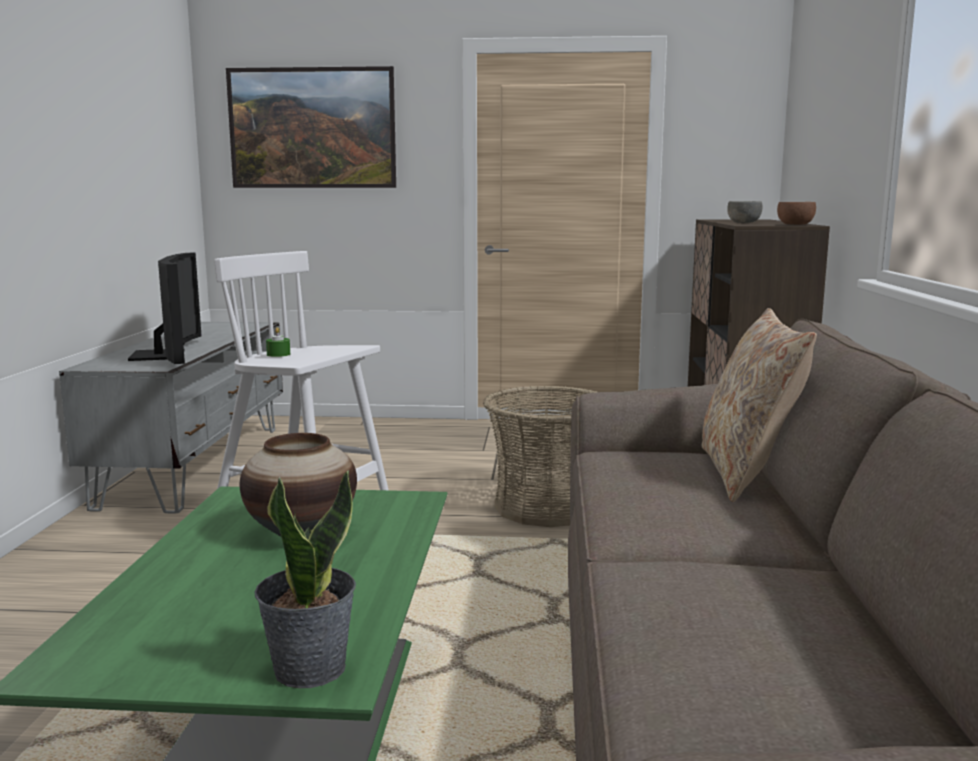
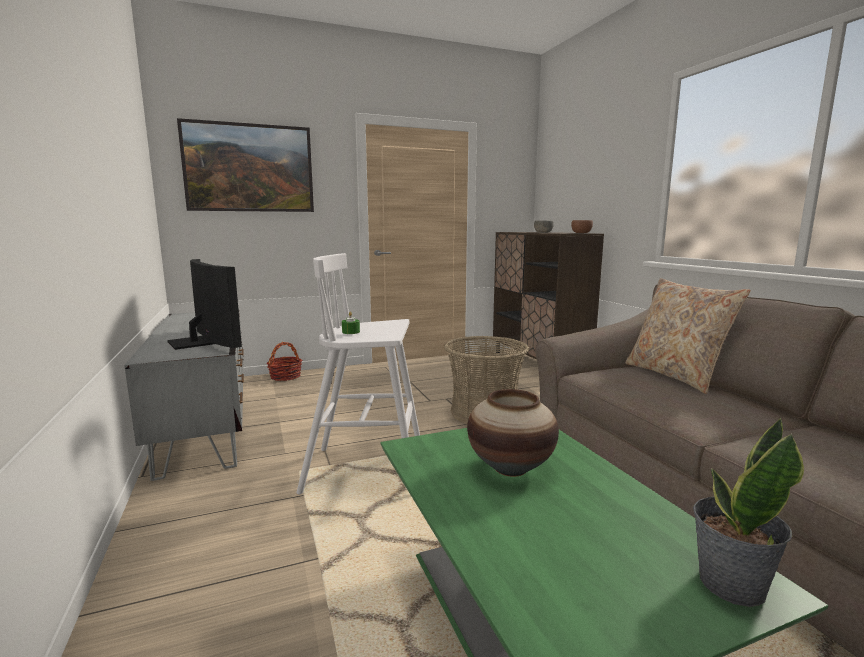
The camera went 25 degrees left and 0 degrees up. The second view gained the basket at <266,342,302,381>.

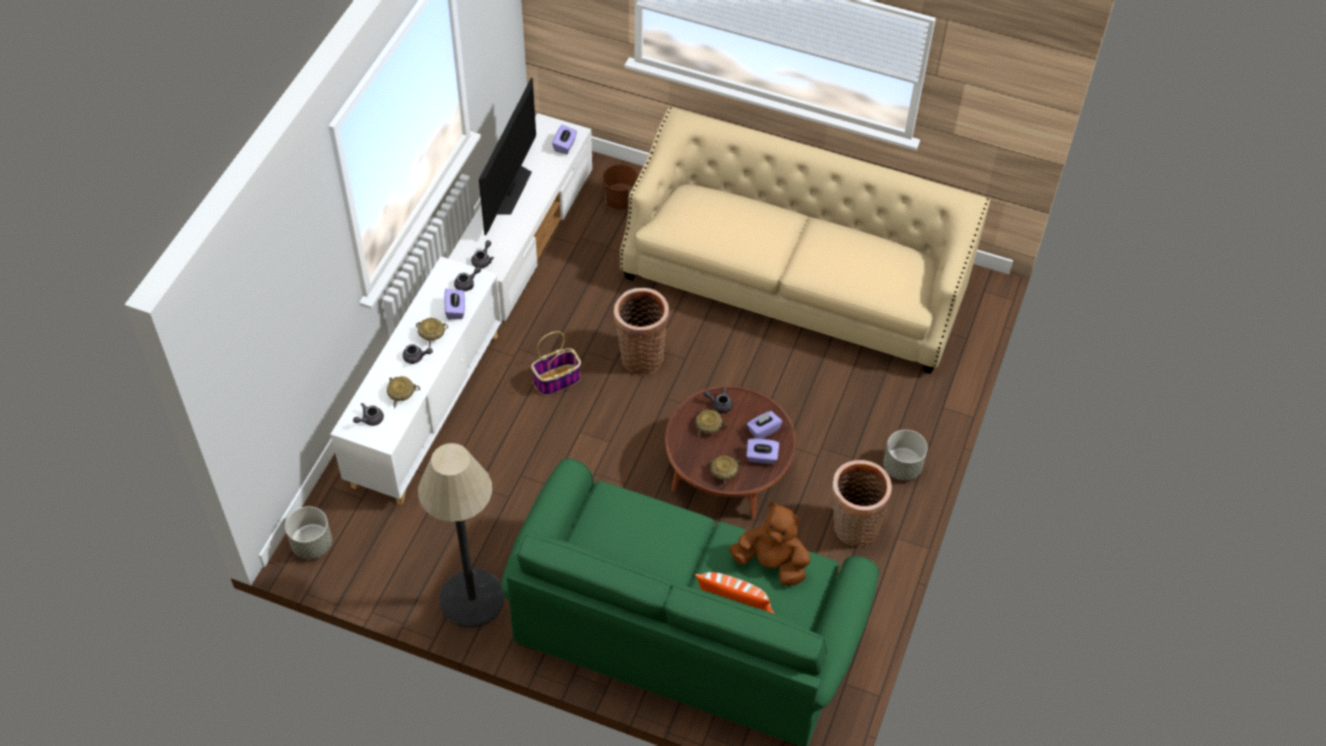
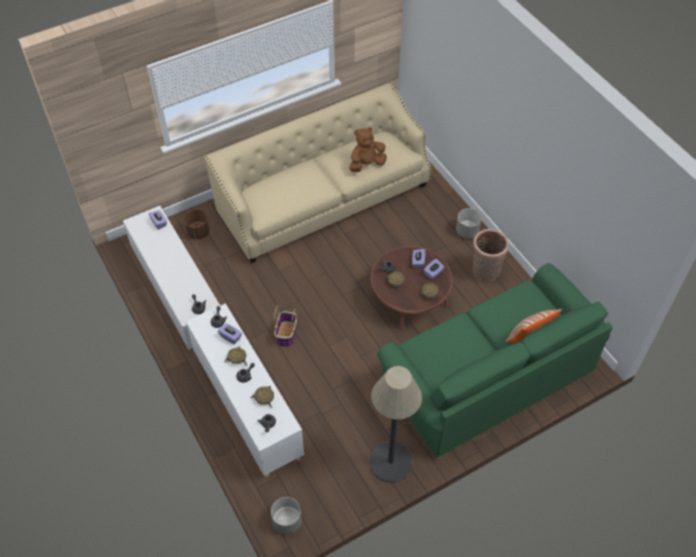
The camera went 50 degrees left and 0 degrees up. The second view lost the television at <479,78,536,235>. The second view lost the basket at <614,288,669,375>. The brown plush toy ended up elsewhere, having gone from <729,503,810,586> to <349,127,387,172>.

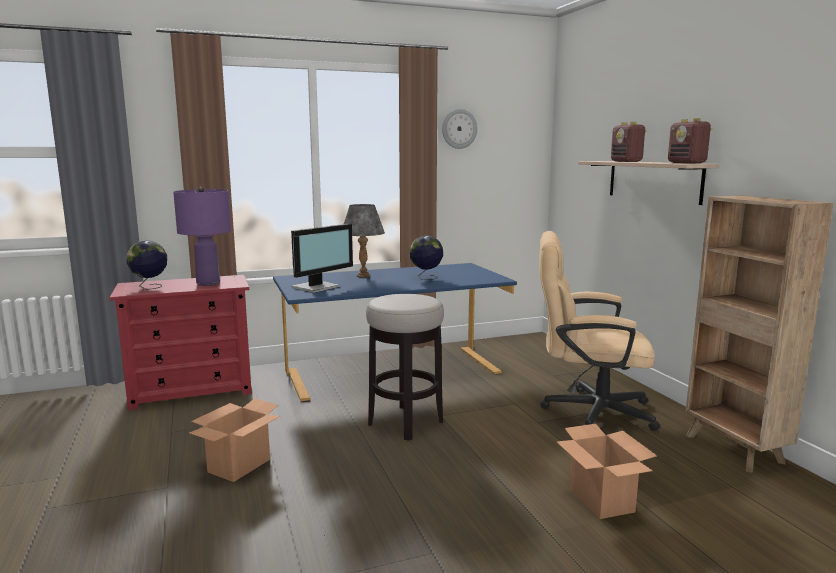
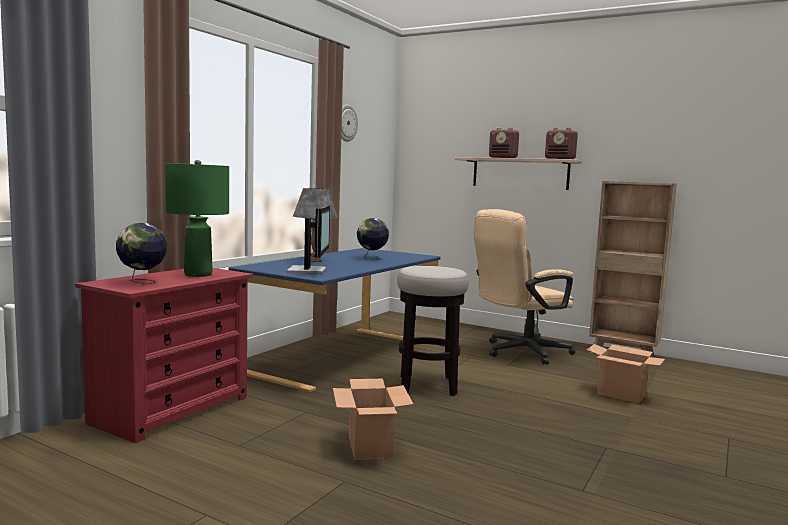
The camera went 40 degrees left and 5 degrees down. What was the purple table lamp at <173,187,231,286> turned into the green table lamp at <165,160,229,277>.

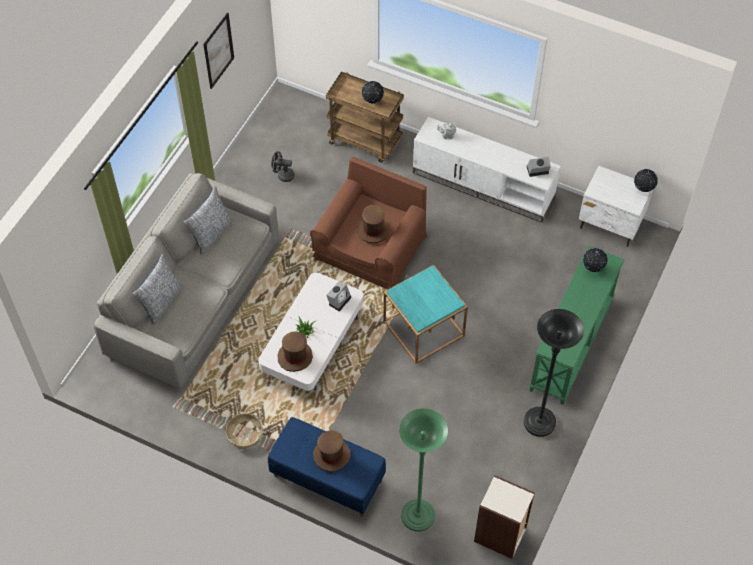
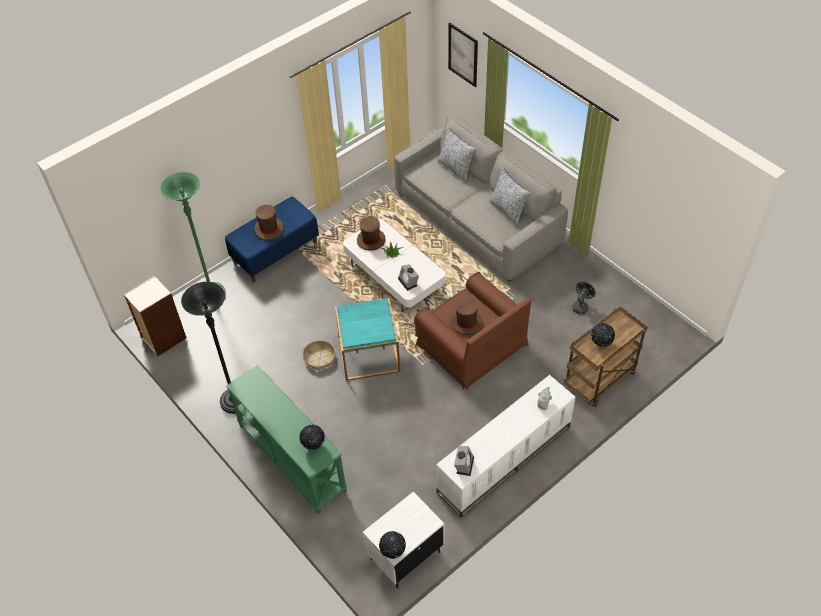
The camera went 115 degrees right and 5 degrees down. The picture ended up elsewhere, having gone from <203,13,234,89> to <448,22,478,87>. The basket ended up elsewhere, having gone from <226,413,263,449> to <303,340,335,371>.

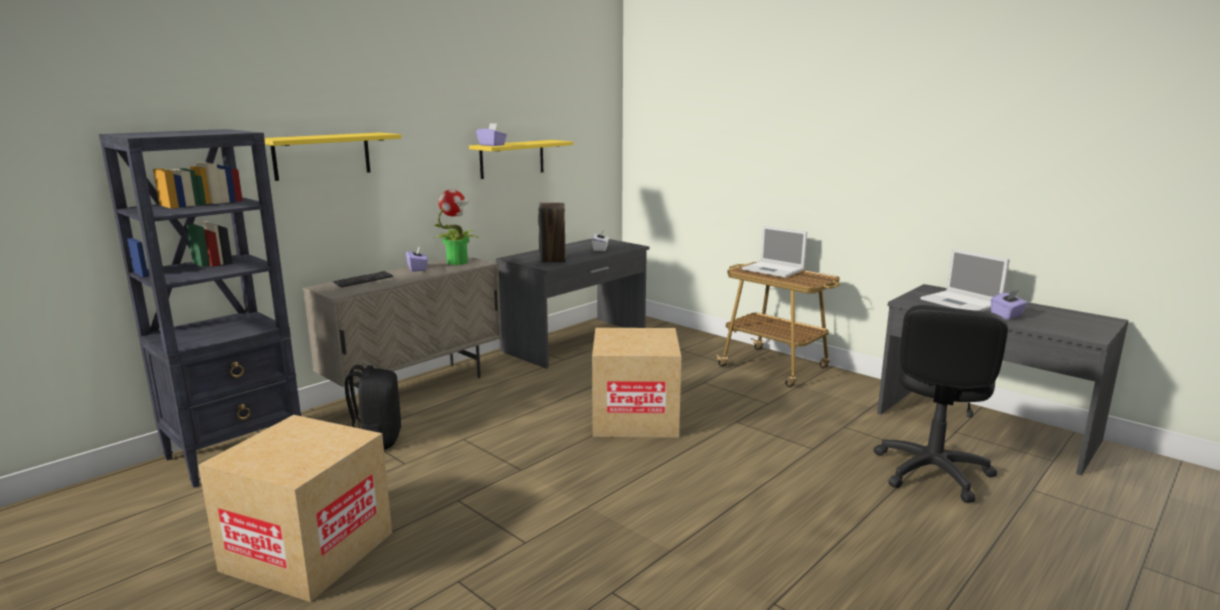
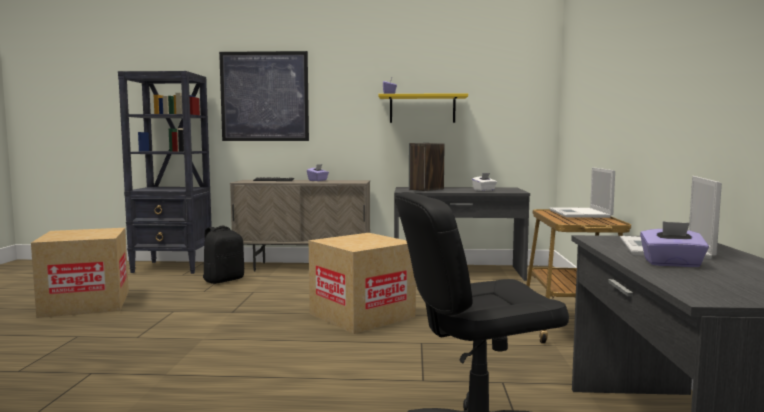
The camera went 50 degrees right and 10 degrees down. Where the yellow shelf hung at <265,132,401,181>, the picture came to hang at <219,51,309,141>. The second view lost the potted plant at <433,190,479,265>.

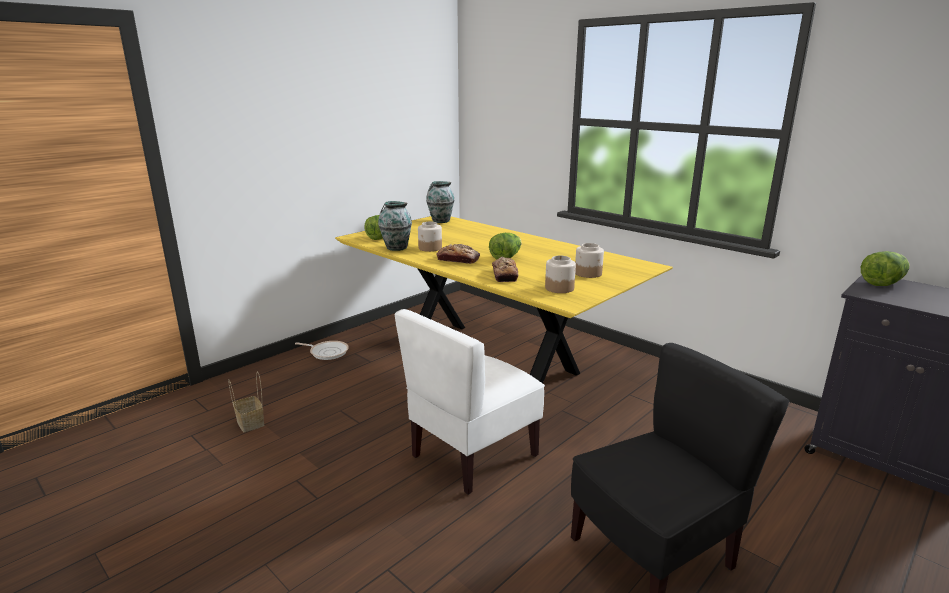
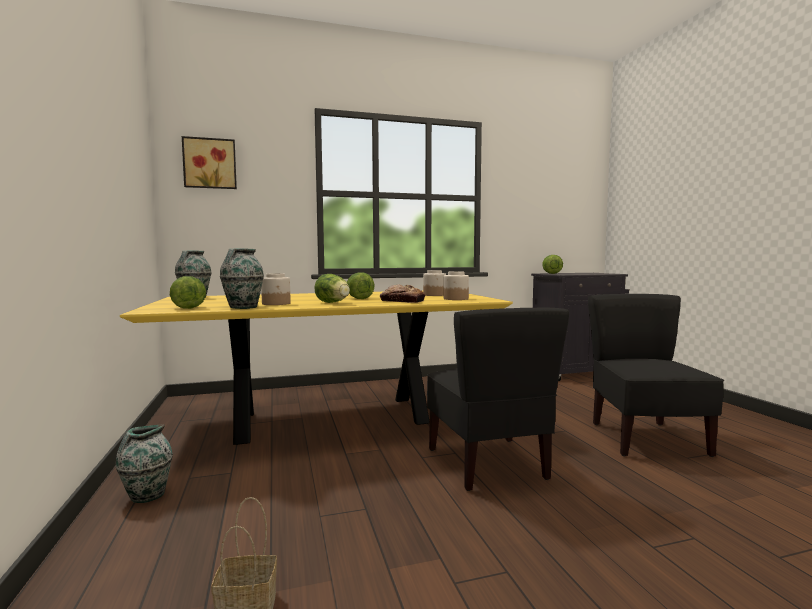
The camera went 60 degrees left and 15 degrees down. Where the bread stood at <436,244,480,264>, the lettuce came to stand at <314,274,350,303>. What was the white chair at <395,309,545,495> turned into the black chair at <427,308,569,491>. Where the frying pan stood at <295,341,349,360>, the vase came to stand at <116,424,173,503>. The second view gained the picture at <182,136,237,189>.

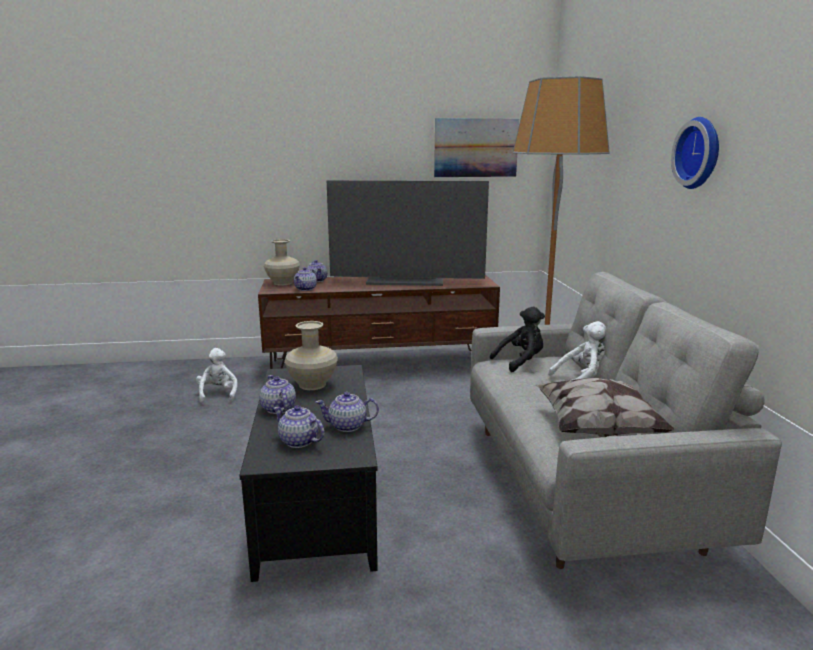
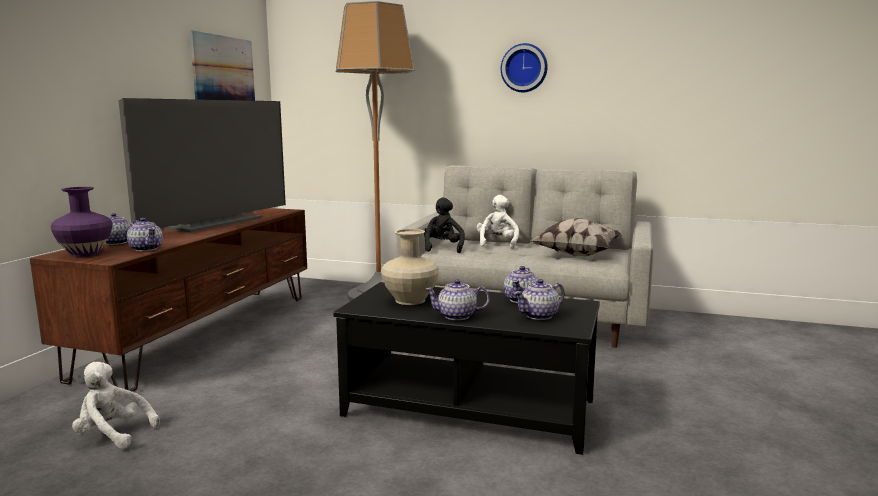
The camera went 65 degrees left and 5 degrees down. What was the beige vase at <264,239,300,285> turned into the purple vase at <51,187,113,257>.

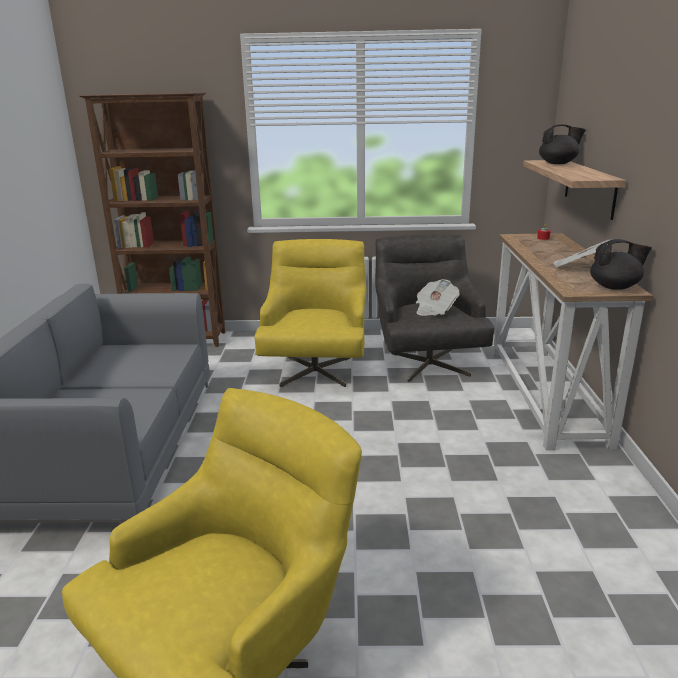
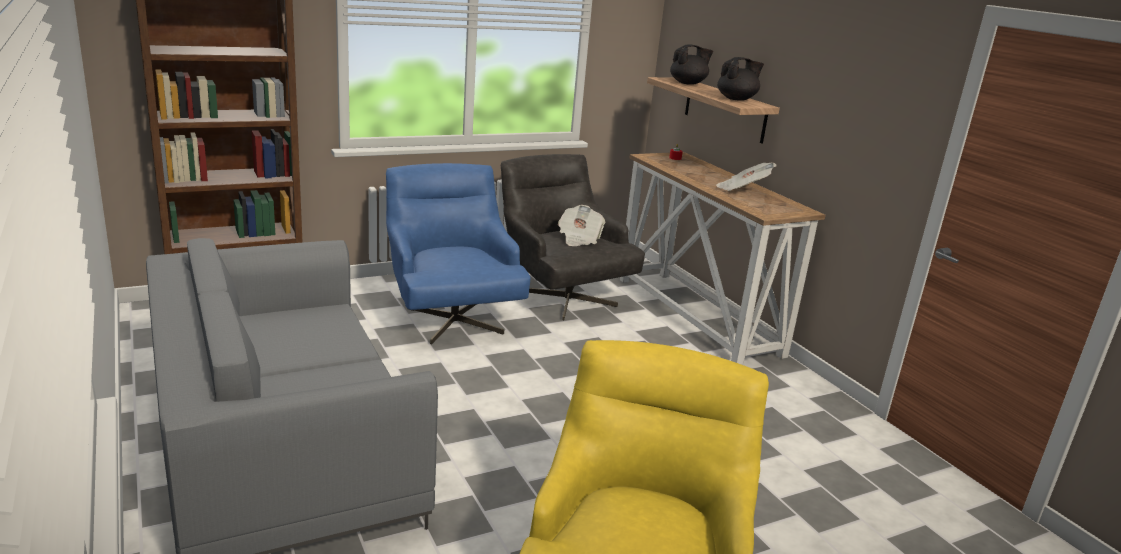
The camera went 30 degrees left and 0 degrees up. What was the yellow armchair at <255,239,367,387> turned into the blue armchair at <386,163,531,344>. The black teapot ended up elsewhere, having gone from <590,239,652,290> to <717,57,764,101>.

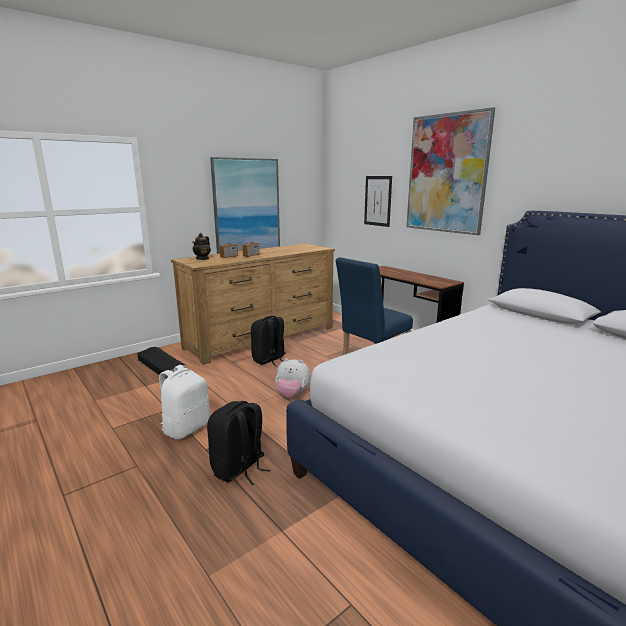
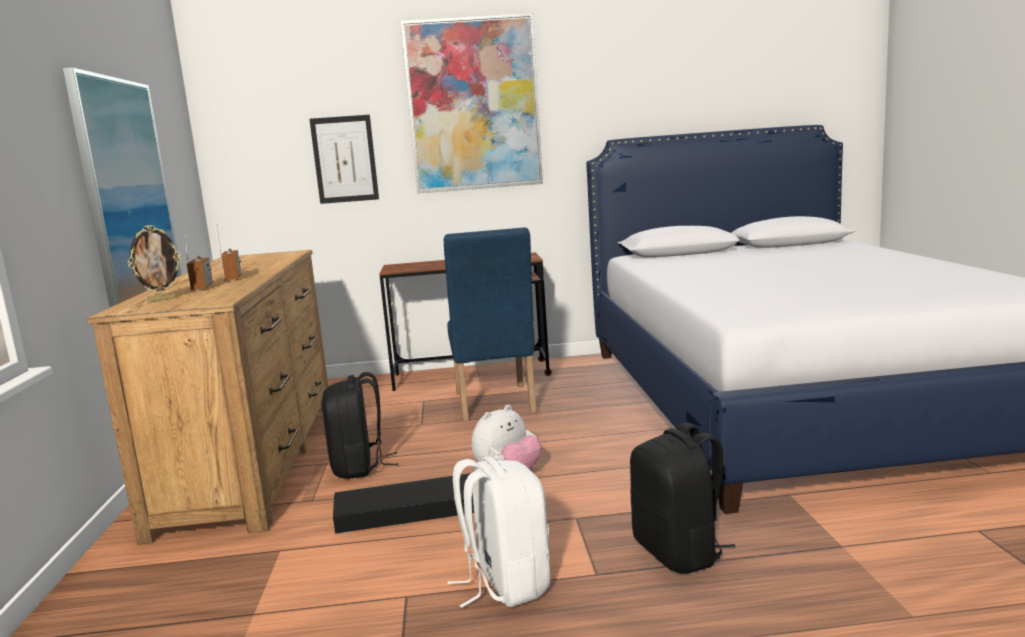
The camera went 55 degrees left and 5 degrees down. Where the teapot stood at <192,233,211,260>, the picture frame came to stand at <127,225,182,302>. The black storage box ended up elsewhere, having gone from <137,347,186,378> to <333,473,474,534>.

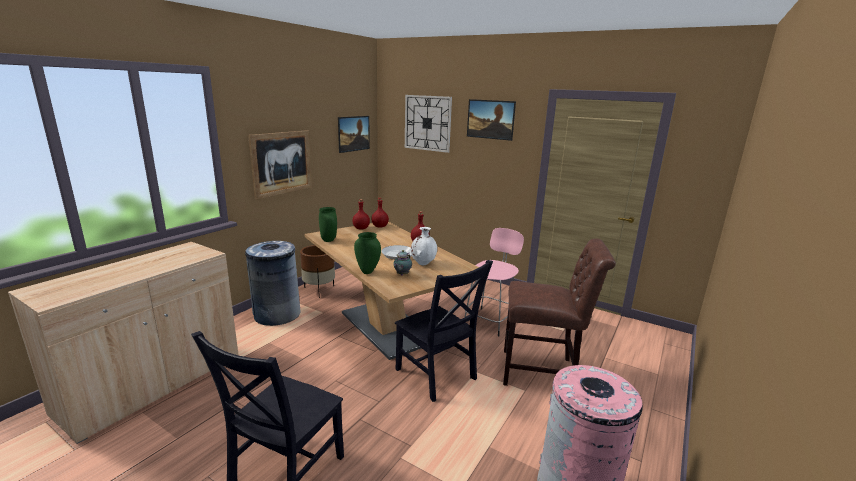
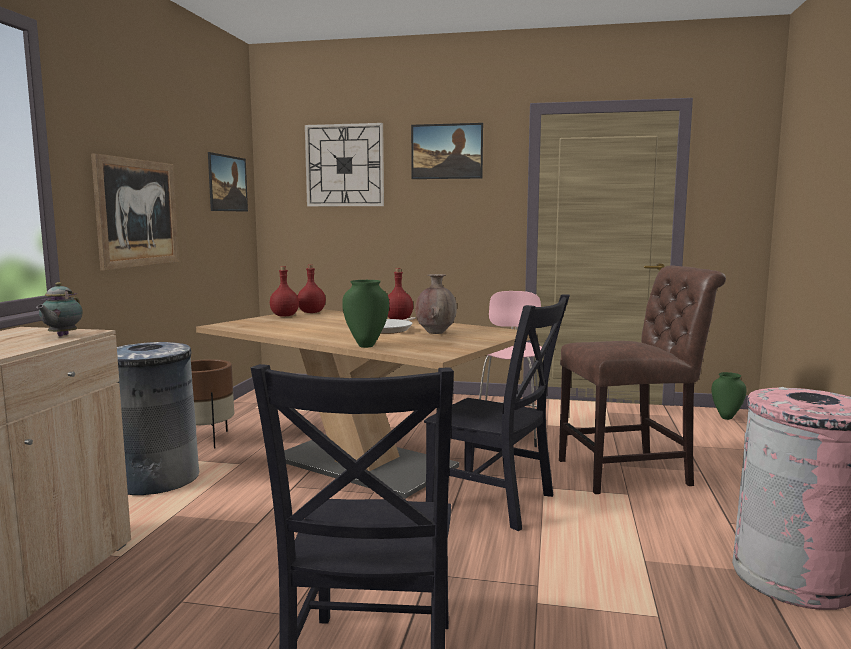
The camera went 20 degrees left and 10 degrees down. The green vase ended up elsewhere, having gone from <319,207,337,242> to <711,372,746,420>. What was the white vase at <411,227,437,265> turned into the brown vase at <415,274,457,334>. The teapot ended up elsewhere, having gone from <393,250,412,275> to <36,282,82,336>.

